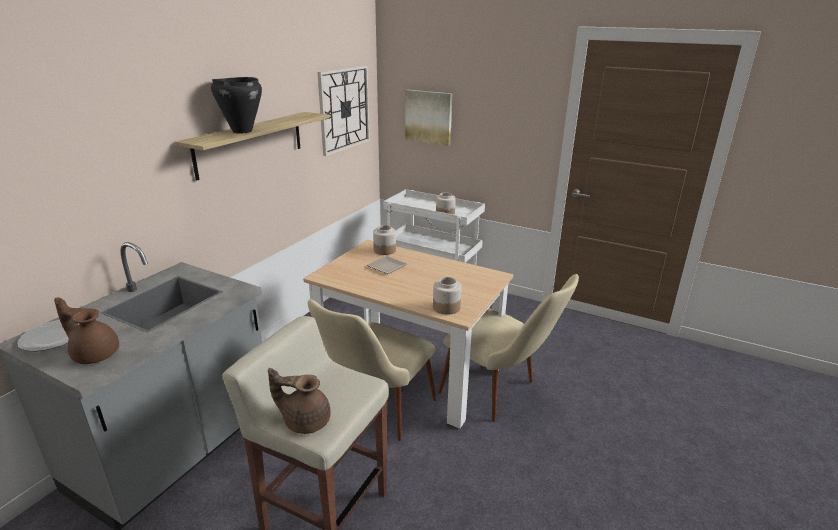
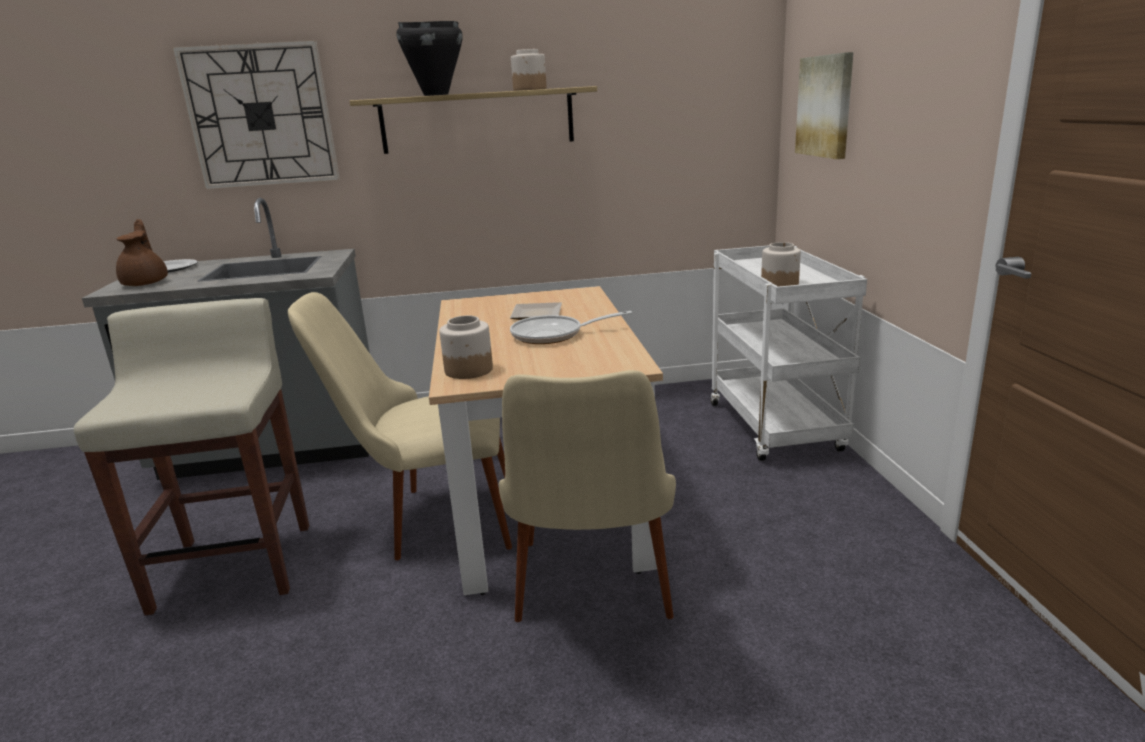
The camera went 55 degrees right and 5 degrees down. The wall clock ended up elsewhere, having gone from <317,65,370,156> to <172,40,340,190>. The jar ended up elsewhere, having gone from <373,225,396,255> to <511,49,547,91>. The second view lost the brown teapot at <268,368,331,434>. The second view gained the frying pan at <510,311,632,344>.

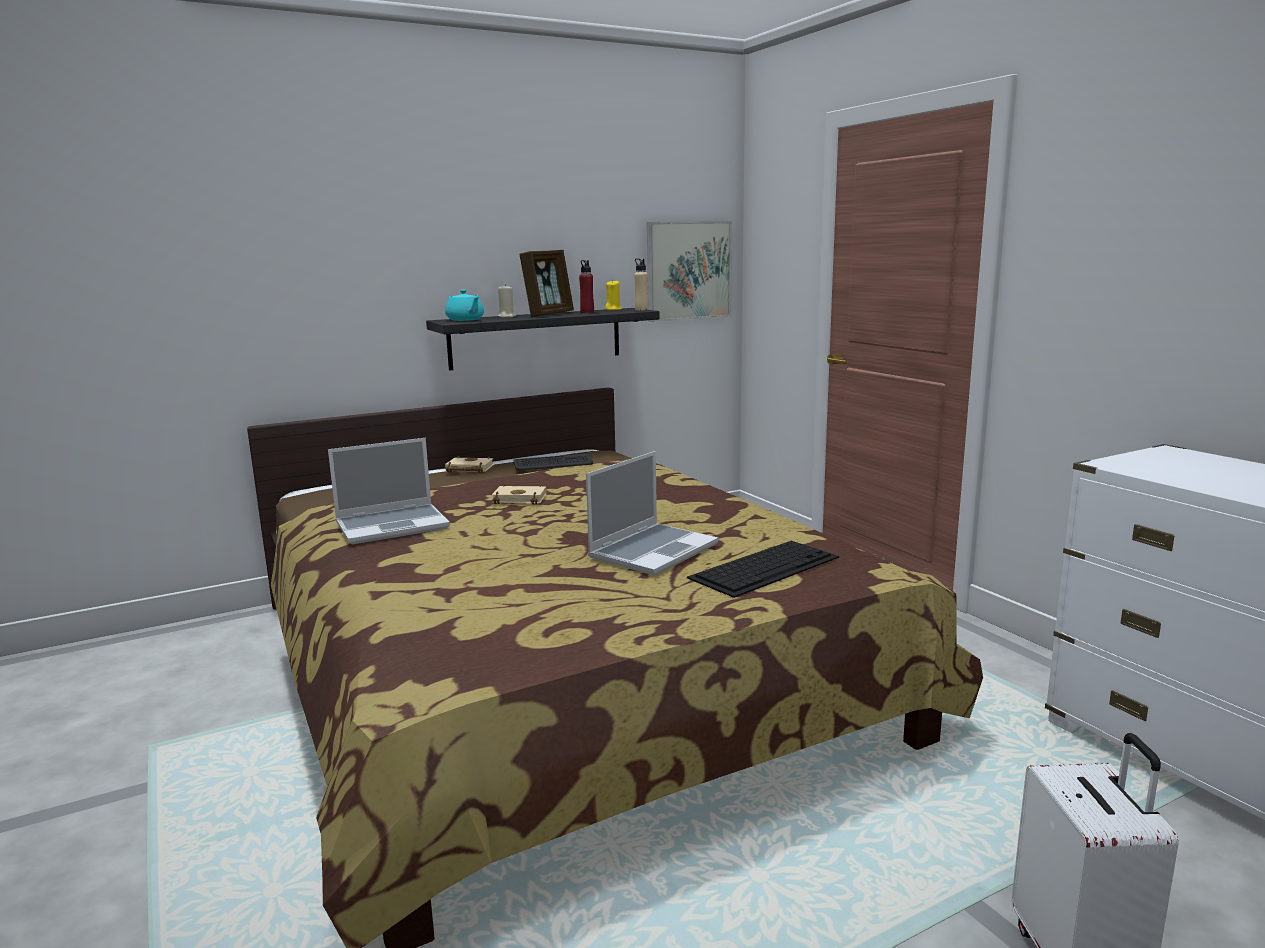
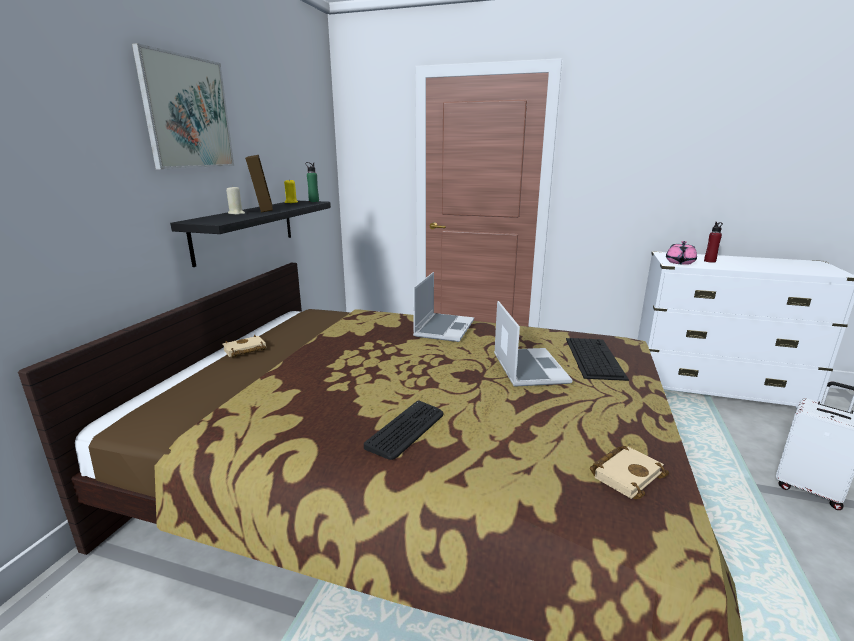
The camera went 45 degrees left and 5 degrees up. The picture ended up elsewhere, having gone from <647,221,732,322> to <132,43,234,170>. What was the beige bottle at <634,258,648,310> turned into the green bottle at <305,162,319,202>. The red bottle ended up elsewhere, having gone from <579,260,594,313> to <704,222,723,263>. The second view lost the turquoise teapot at <445,290,484,321>. The laptop ended up elsewhere, having gone from <328,438,450,544> to <413,272,474,342>. The keyboard ended up elsewhere, having gone from <513,454,593,470> to <364,401,444,460>. The beige book ended up elsewhere, having gone from <492,484,547,504> to <590,446,669,499>. The second view gained the pink teapot at <666,241,697,265>.

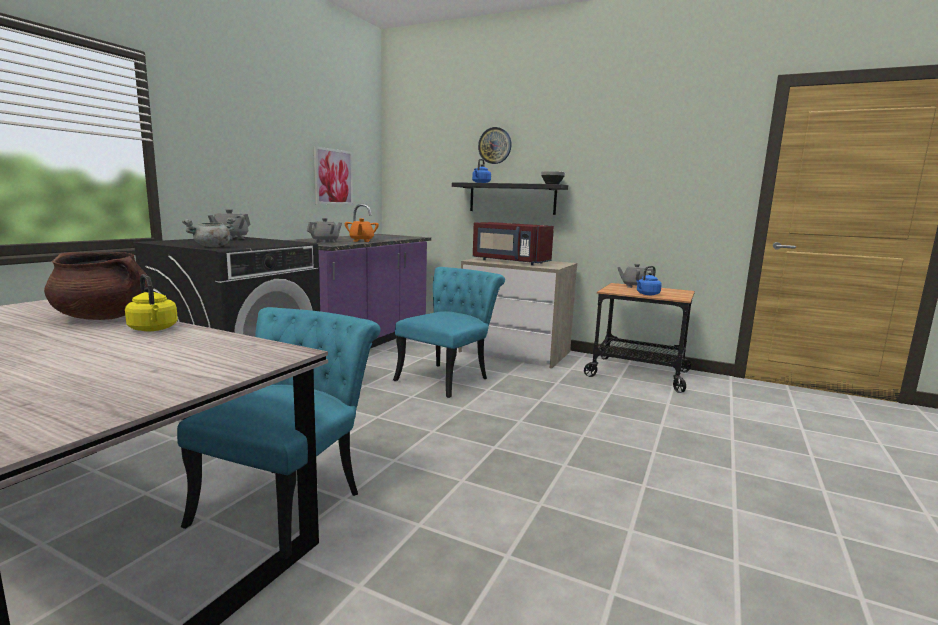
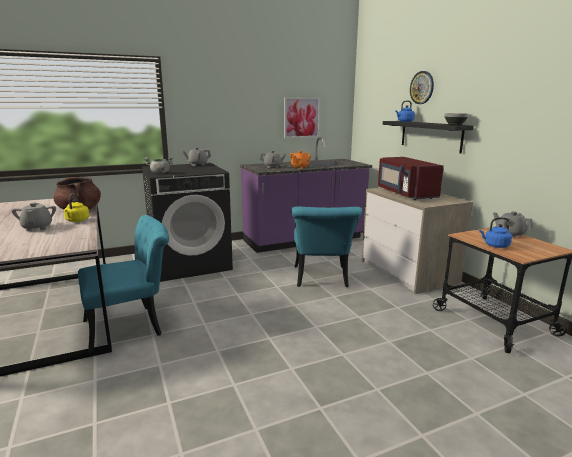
The camera went 40 degrees right and 5 degrees up. The turquoise chair at <393,267,505,398> ended up facing another way, 105 degrees clockwise from before. The second view gained the grey teapot at <11,203,56,231>.

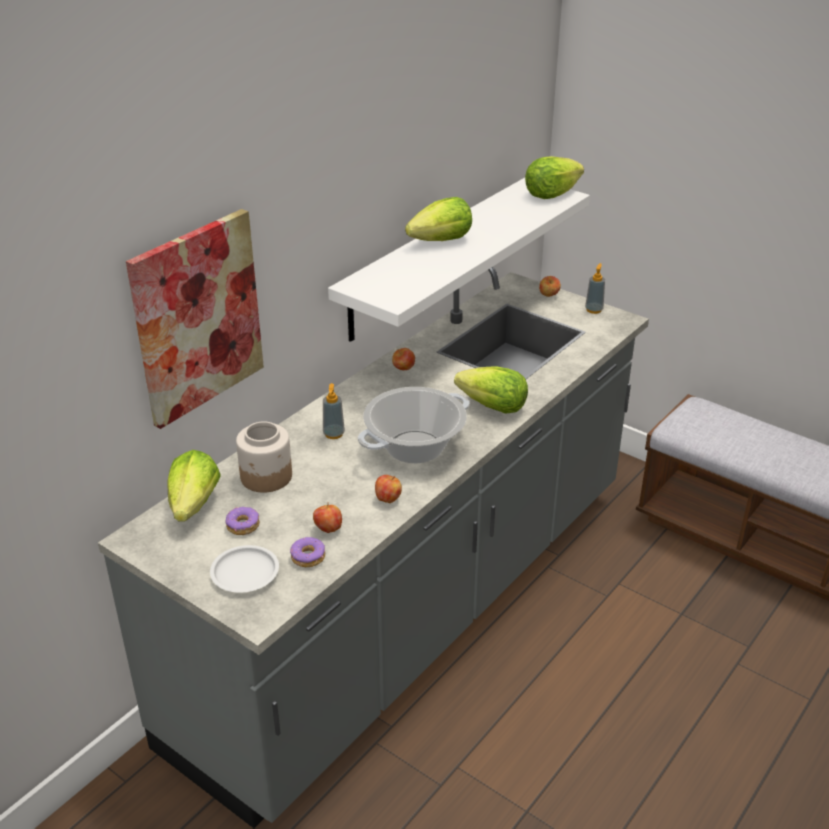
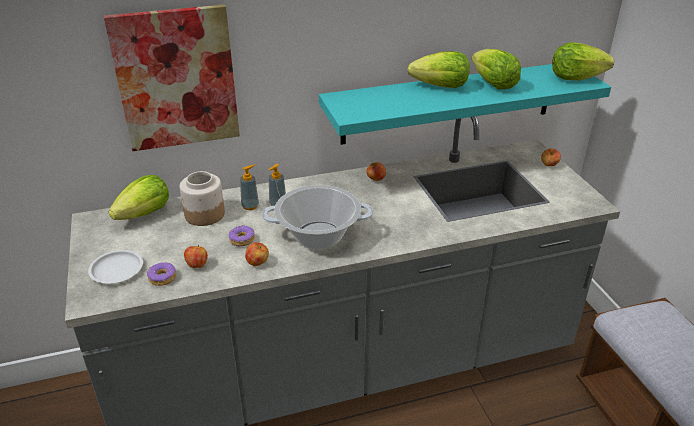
The camera went 35 degrees right and 0 degrees up. What was the white shelf at <328,178,590,342> turned into the turquoise shelf at <319,64,611,145>. The soap dispenser ended up elsewhere, having gone from <585,263,605,314> to <240,165,259,210>. The lettuce ended up elsewhere, having gone from <454,366,528,413> to <472,49,521,89>. The donut ended up elsewhere, having gone from <226,507,260,535> to <229,225,255,246>.

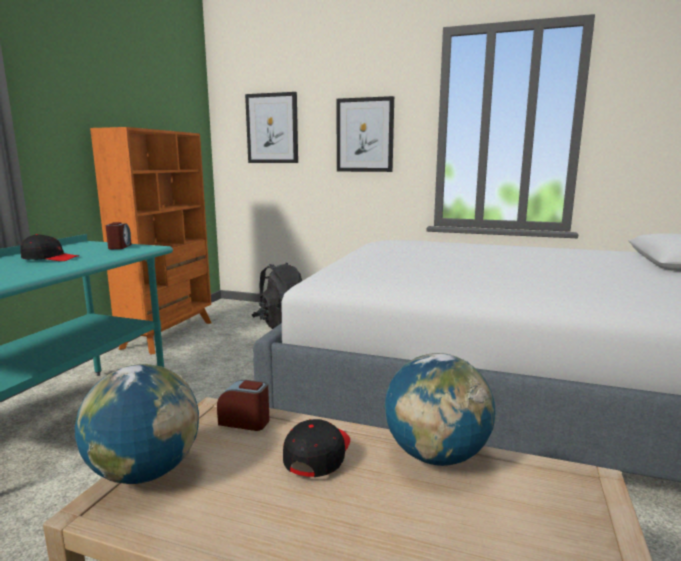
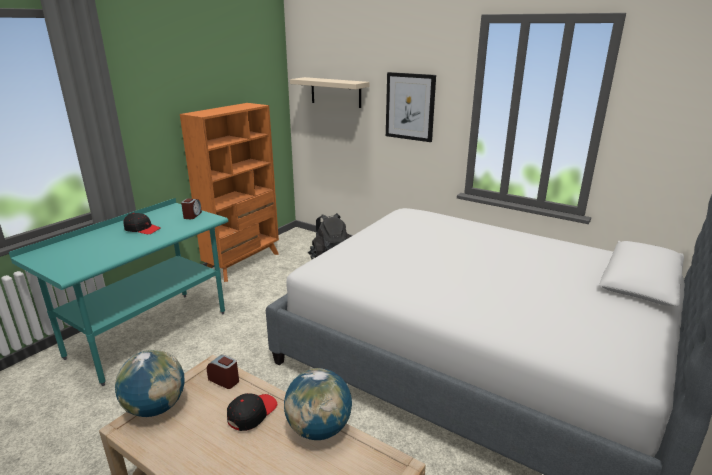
The camera went 15 degrees right and 10 degrees up. Where the picture hung at <245,92,298,163>, the beige shelf came to hang at <290,77,369,108>.

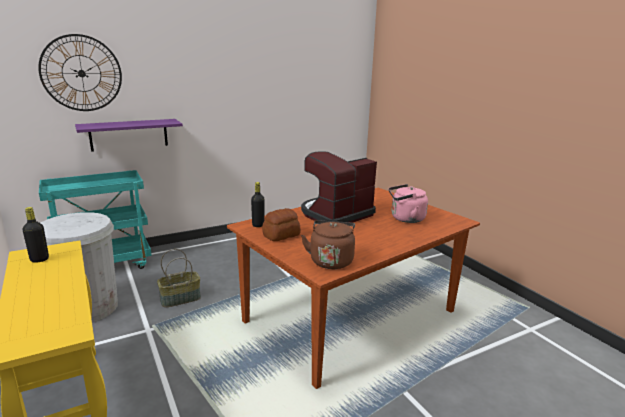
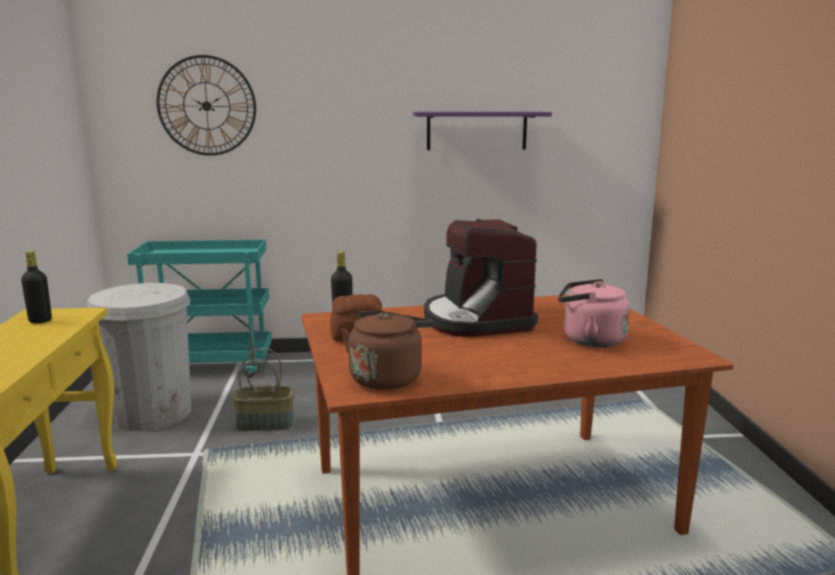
The camera went 25 degrees right and 5 degrees down. The purple shelf ended up elsewhere, having gone from <75,119,183,152> to <413,111,552,150>. The coffee machine at <301,152,377,223> ended up facing another way, 90 degrees counterclockwise from before.

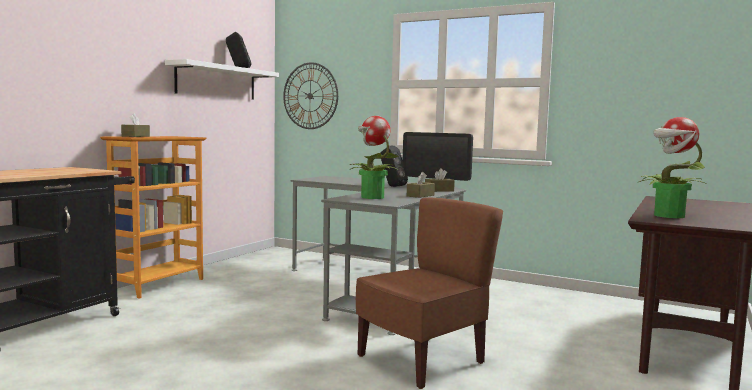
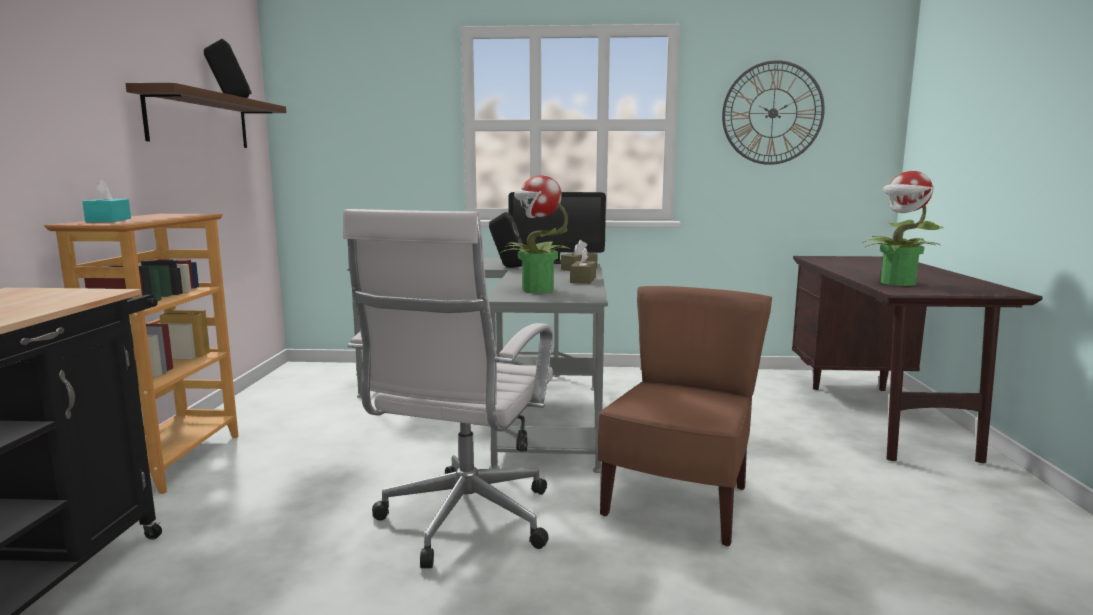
The camera went 25 degrees left and 5 degrees up. What was the white shelf at <165,59,279,100> turned into the brown shelf at <126,83,286,148>. The wall clock ended up elsewhere, having gone from <283,62,338,129> to <722,60,825,165>. What was the brown tissue box at <121,113,150,137> turned into the turquoise tissue box at <82,180,131,223>. The second view gained the white office chair at <343,209,553,568>.

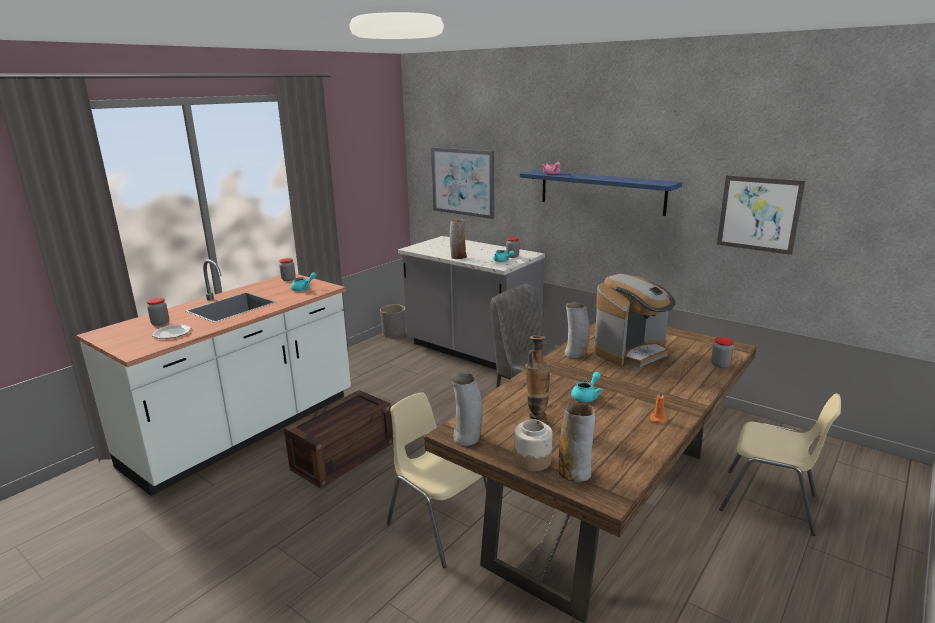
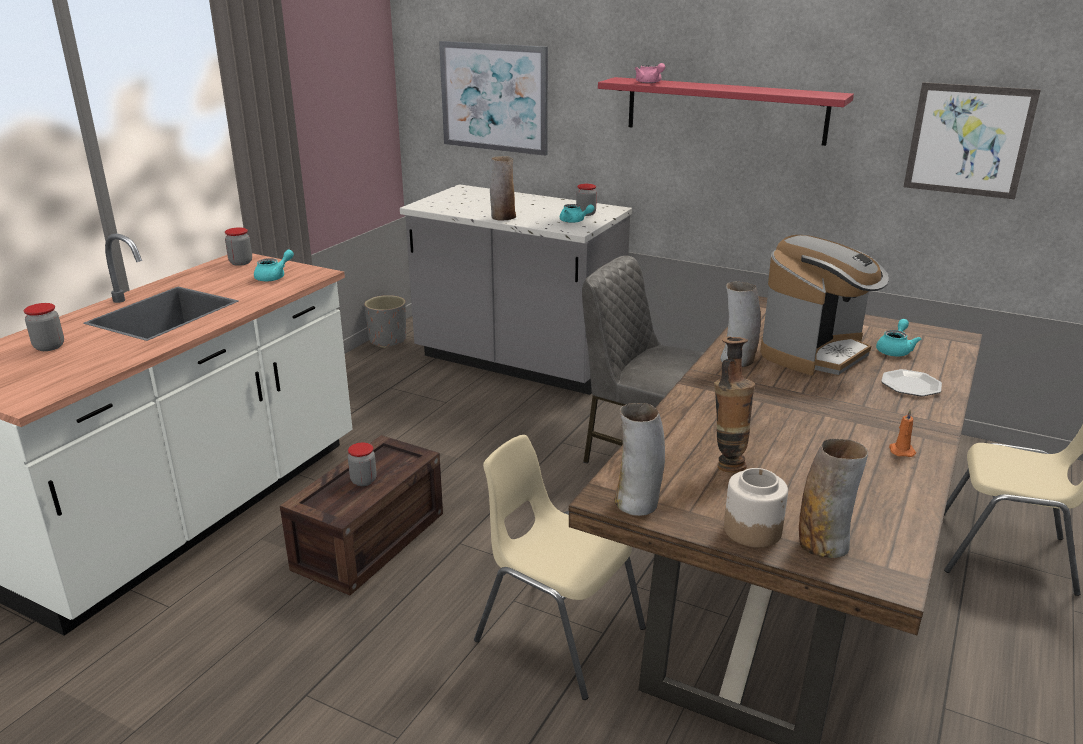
The camera went 10 degrees left and 5 degrees up. What was the blue shelf at <520,170,682,216> turned into the red shelf at <598,77,854,146>. The plate ended up elsewhere, having gone from <152,324,192,339> to <881,369,942,396>. The jar ended up elsewhere, having gone from <711,337,734,368> to <348,443,377,486>. The turquoise teapot ended up elsewhere, having gone from <571,372,603,402> to <876,319,922,356>.

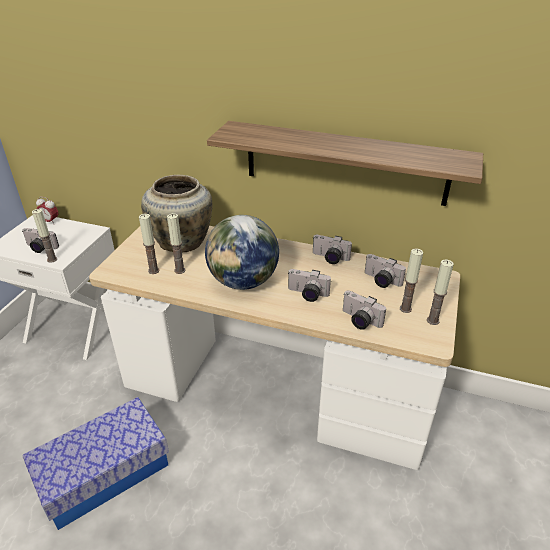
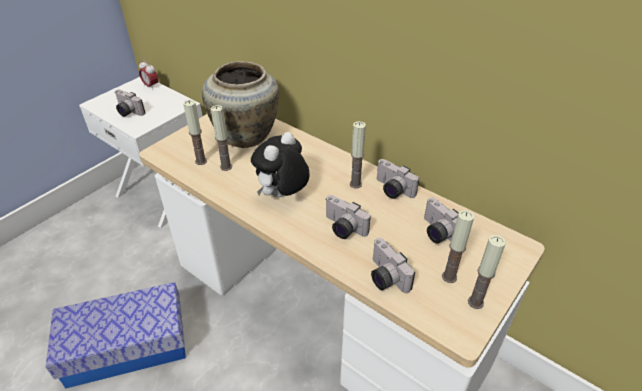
The camera went 20 degrees right and 5 degrees up. The second view lost the shelf at <207,121,483,206>. The candle ended up elsewhere, having gone from <32,209,57,263> to <350,121,366,188>. Where the globe stood at <205,215,279,290>, the plush toy came to stand at <251,132,310,197>.

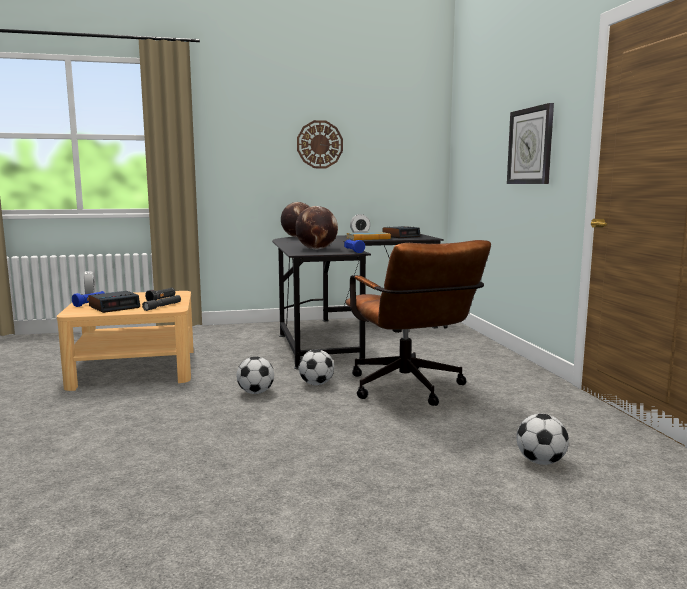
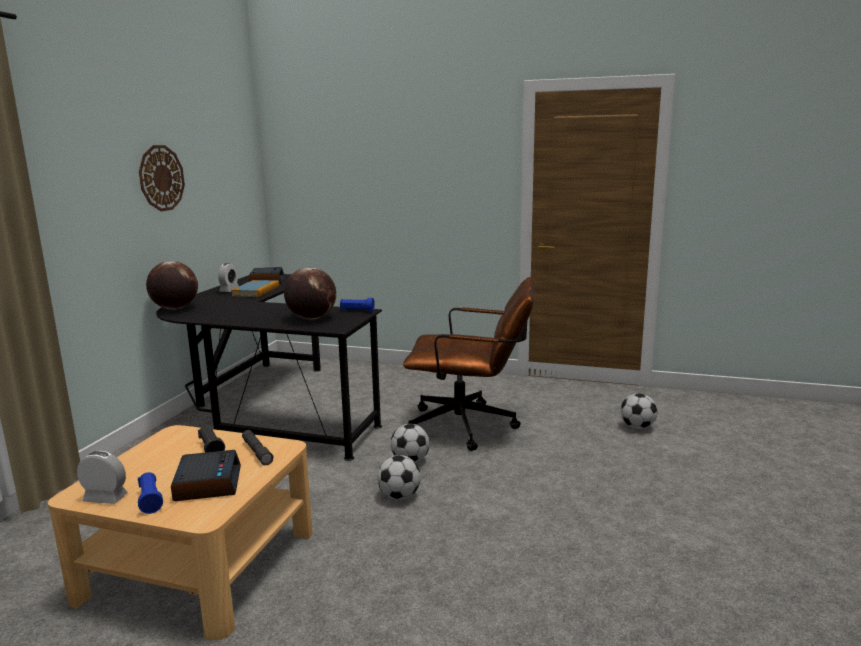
The camera went 60 degrees left and 5 degrees up. The second view lost the wall clock at <507,103,554,184>.

